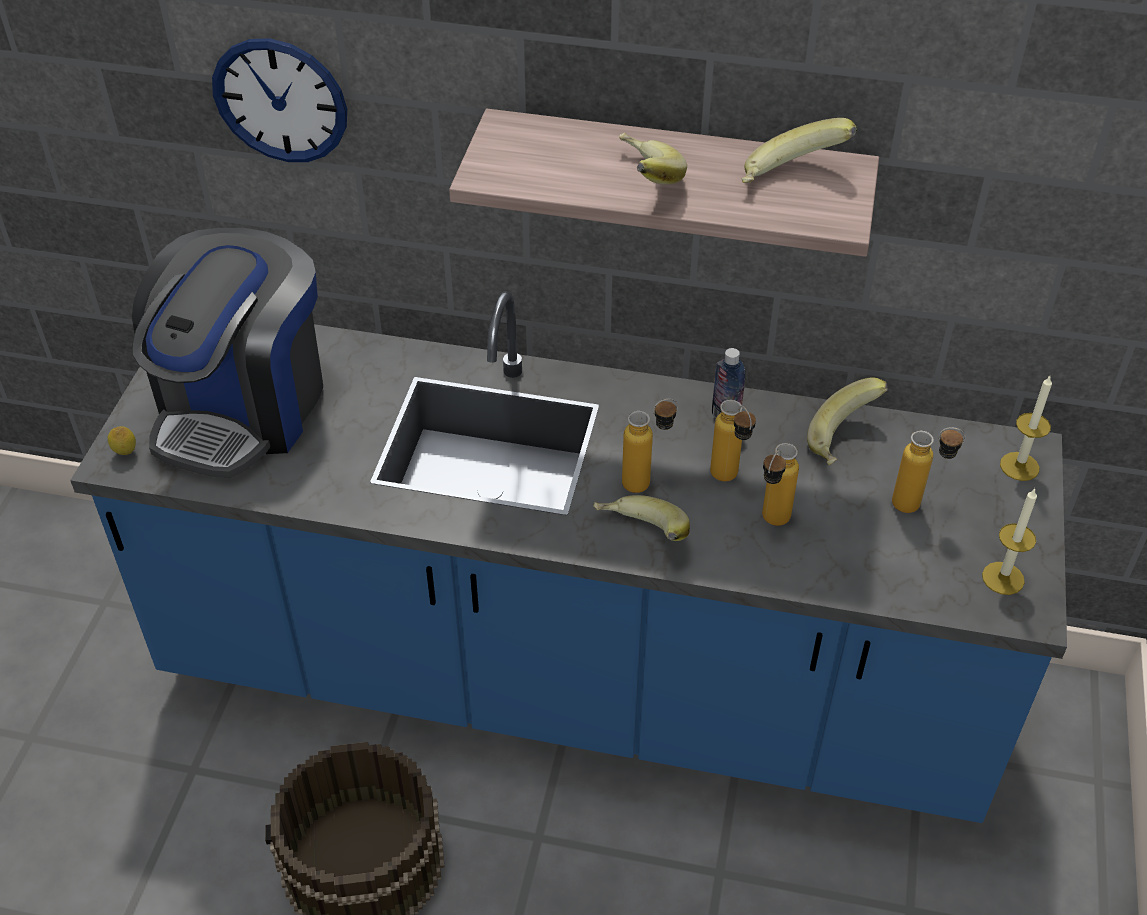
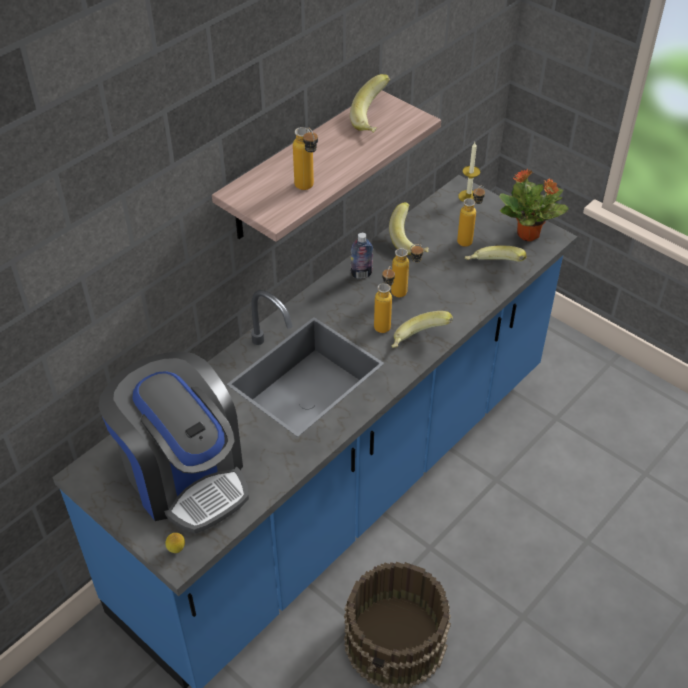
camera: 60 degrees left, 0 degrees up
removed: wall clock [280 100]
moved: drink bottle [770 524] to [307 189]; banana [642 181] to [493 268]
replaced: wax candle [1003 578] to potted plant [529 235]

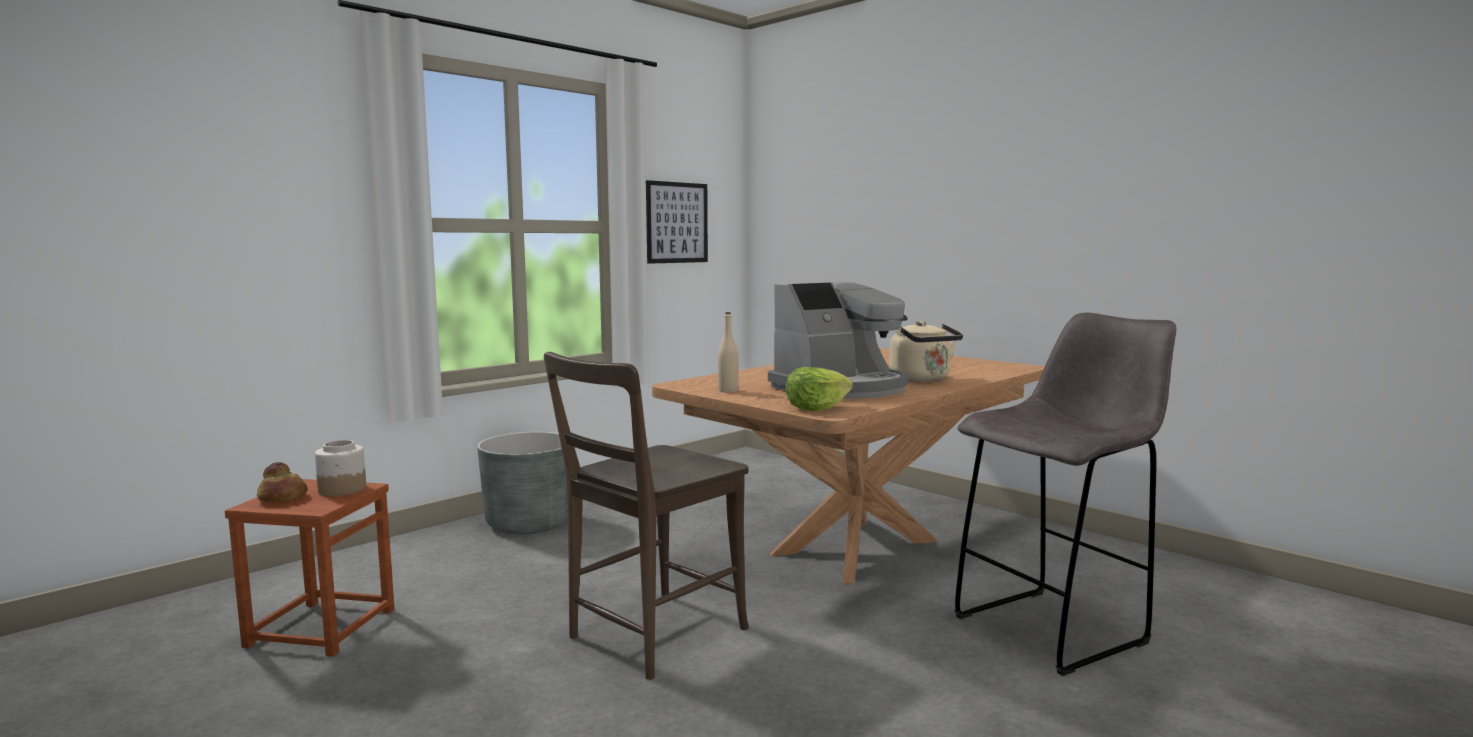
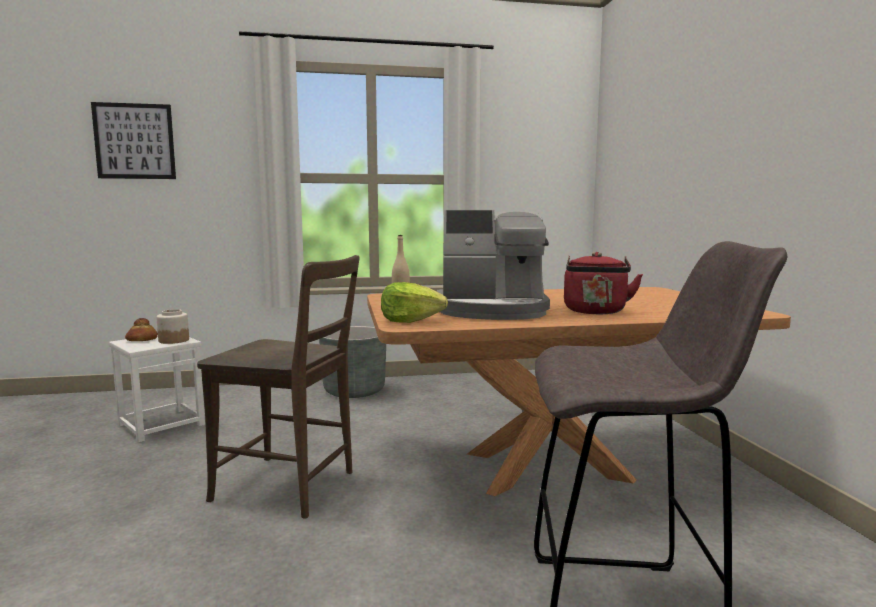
camera: 35 degrees right, 0 degrees up
moved: wall picture [677 222] to [134 141]
recoloured: brownish stool [321 627] to white-coloured stool [161 424]; sand-coloured water kettle [922 379] to red-coloured water kettle [595 312]
turned: brownish chair [650 636] = [291 487] 150 degrees counterclockwise

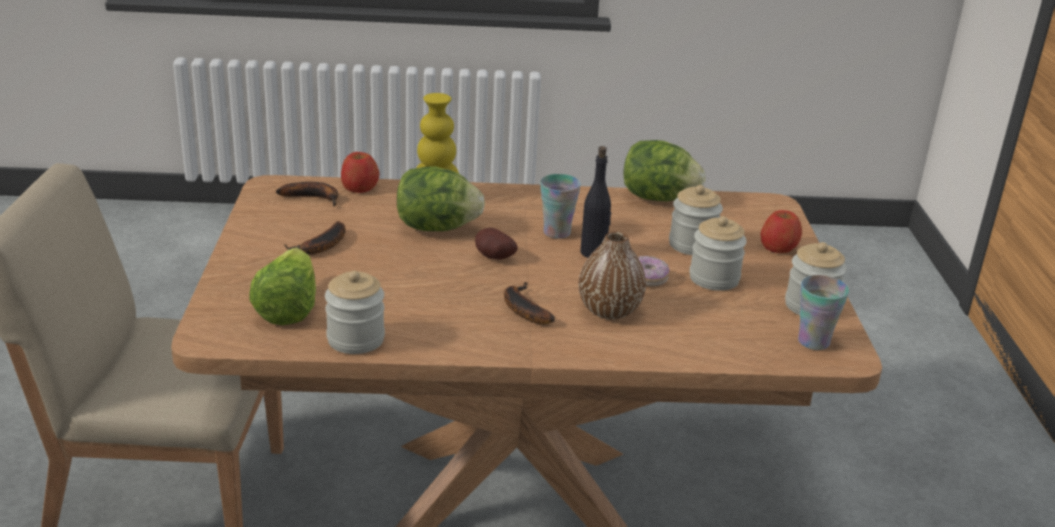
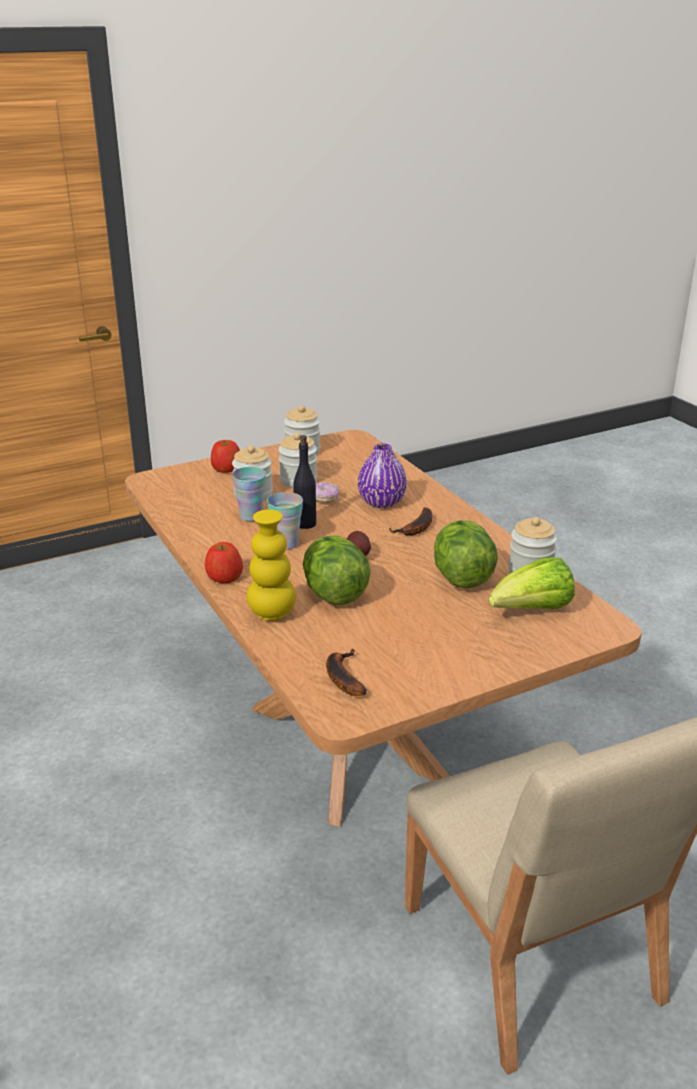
camera: 115 degrees left, 0 degrees up
removed: banana [322 246]
moved: apple [359 187] to [224 576]; small cup [813 342] to [251 516]; head of lettuce [658 198] to [461 577]
recoloured: brownish flower vase [609 310] to purple-coloured flower vase [381 502]

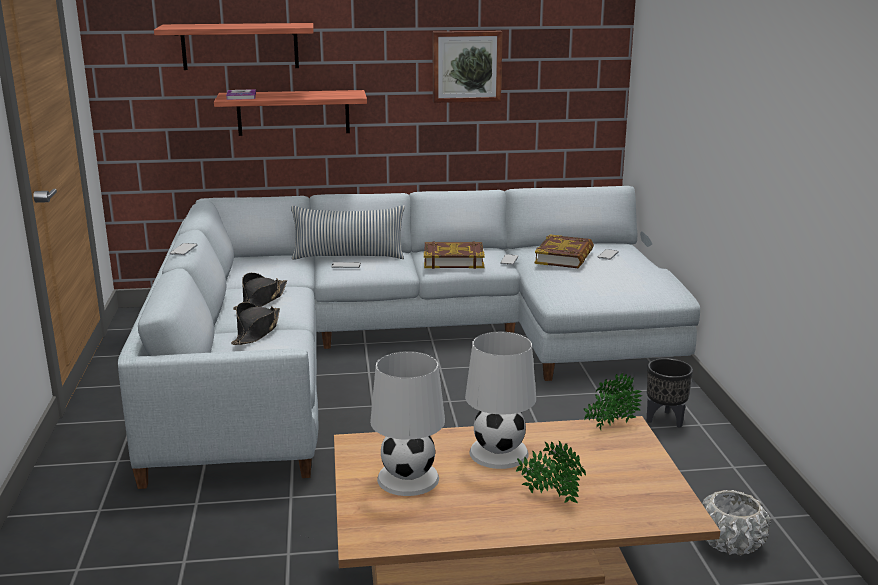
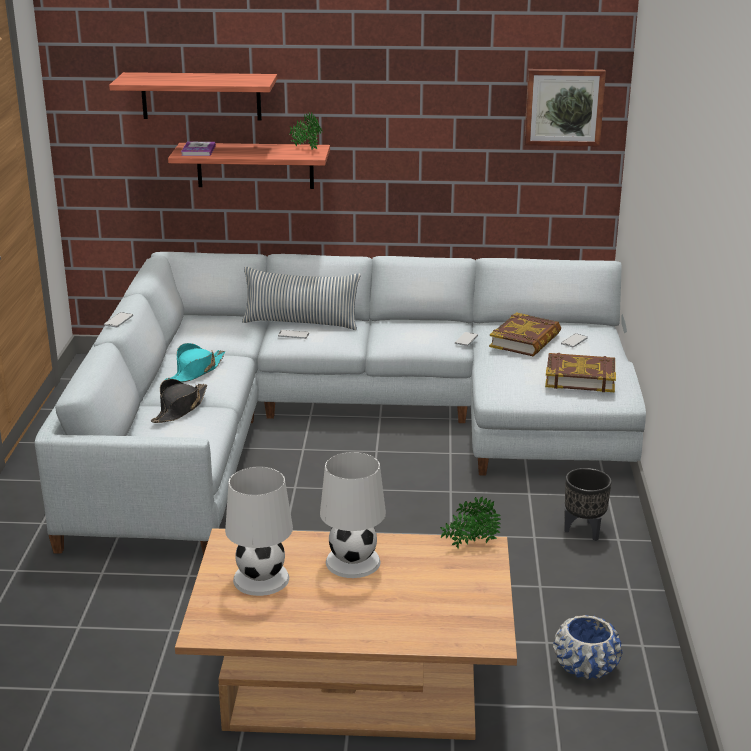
camera: 10 degrees right, 5 degrees up
moved: potted plant [550 496] to [306 148]; wall picture [466 66] to [564 107]; bound book [453 260] to [580 378]
recoloured: blackish hat [261 300] to blue-green hat [195 372]; white-coloured flower pot [729 543] to blue flower pot [585 666]

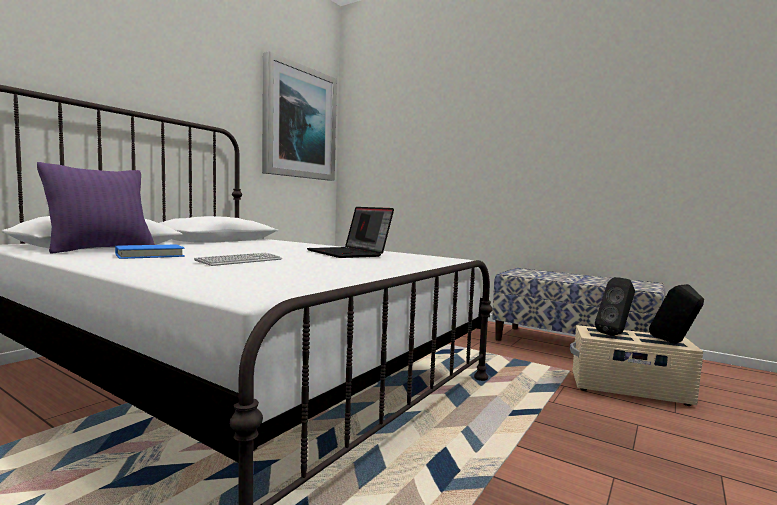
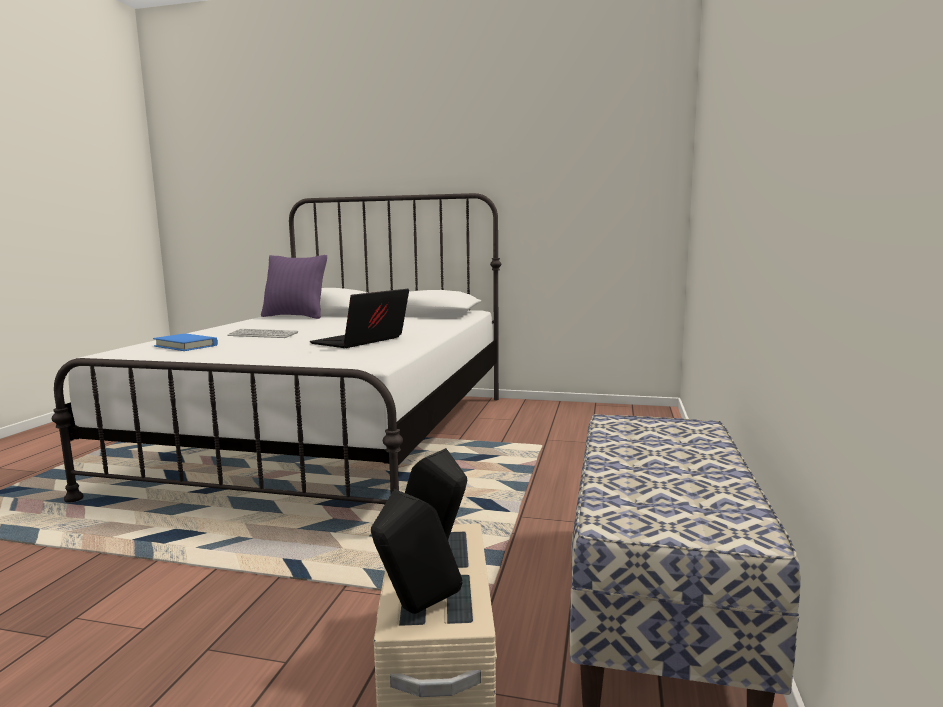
camera: 70 degrees right, 5 degrees up
removed: wall picture [299 123]
moved: blue bound book [150 255] to [186 346]

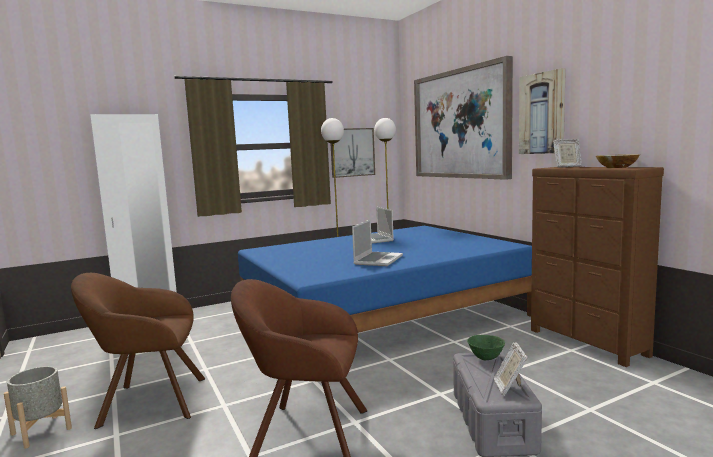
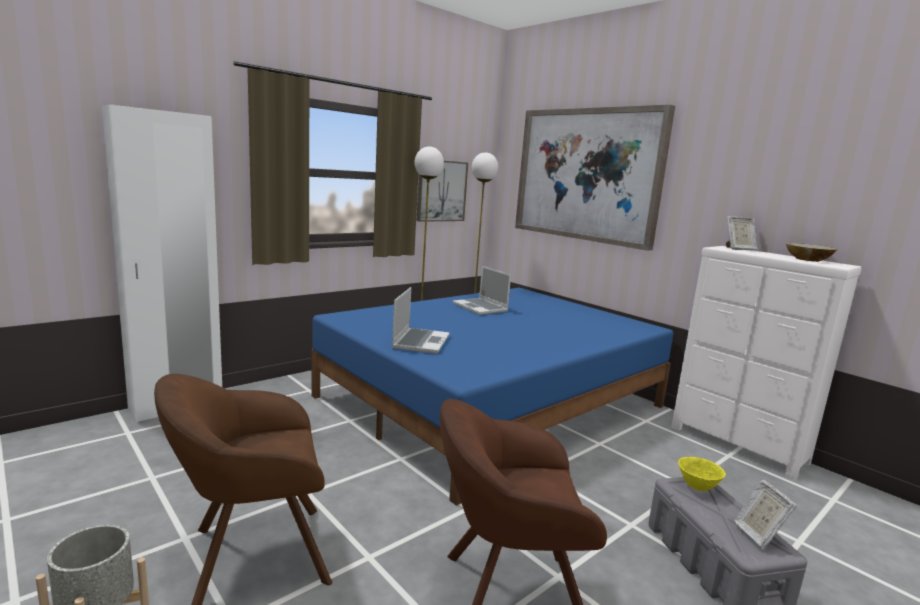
camera: 15 degrees left, 5 degrees up
removed: wall picture [542 113]
moved: notebook computer [378 260] to [420 342]
recoloured: brownish chest of drawers [586 343] to white-coloured chest of drawers [737 445]; green deep dish [485 358] to yellow-coloured deep dish [697 486]

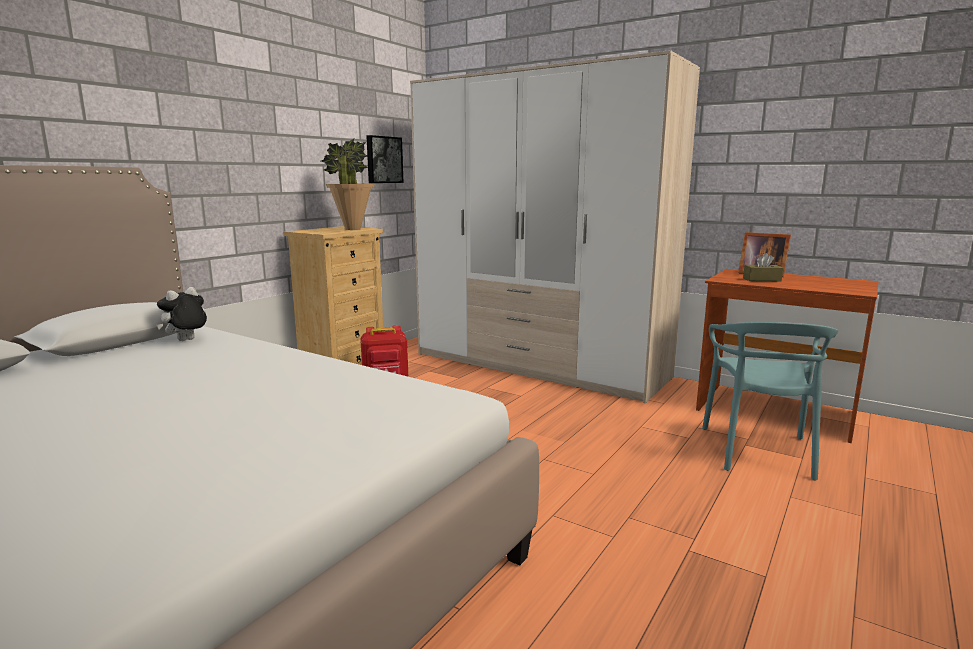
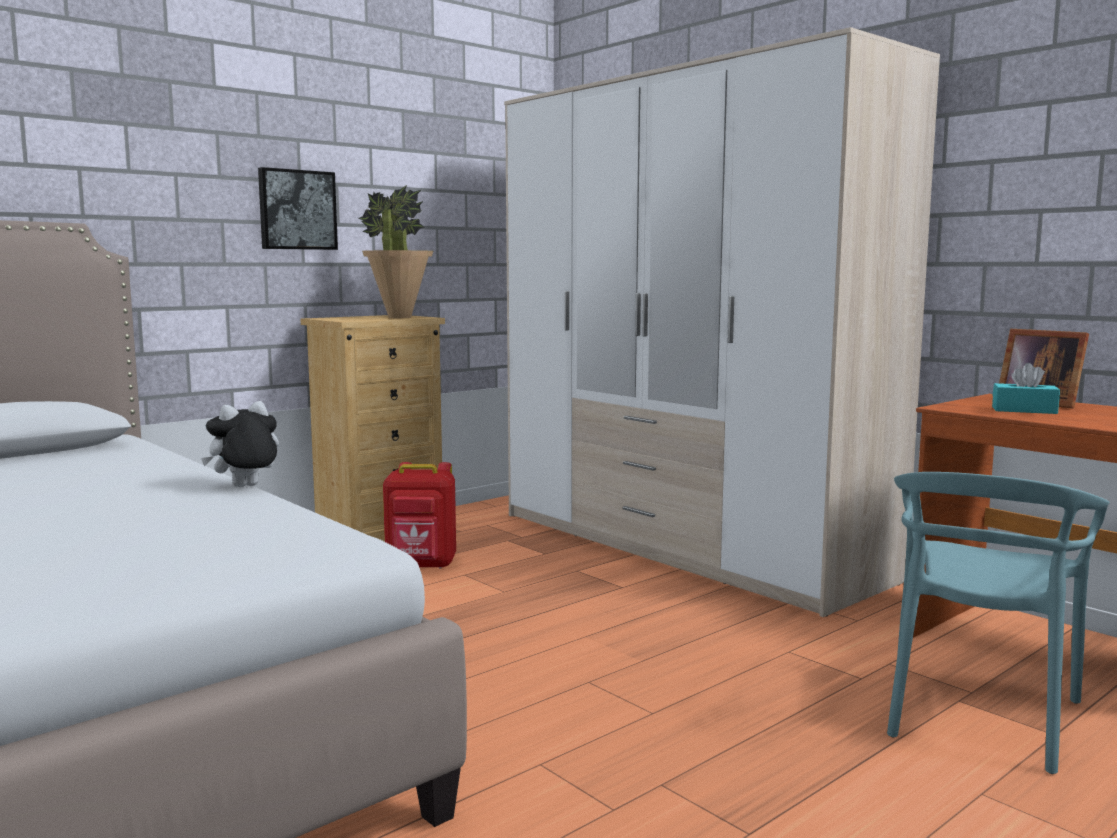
camera: 15 degrees right, 5 degrees down
moved: soft toy [186 341] to [245 487]; wall picture [383 160] to [297 210]
recoloured: brownish tissue box [762 279] to blue-green tissue box [1024 410]

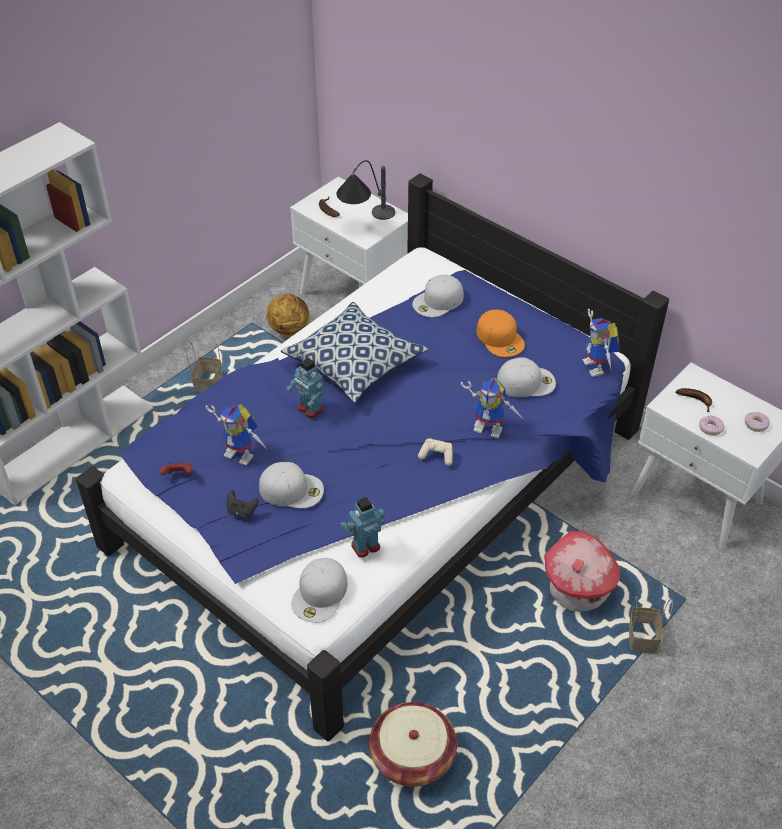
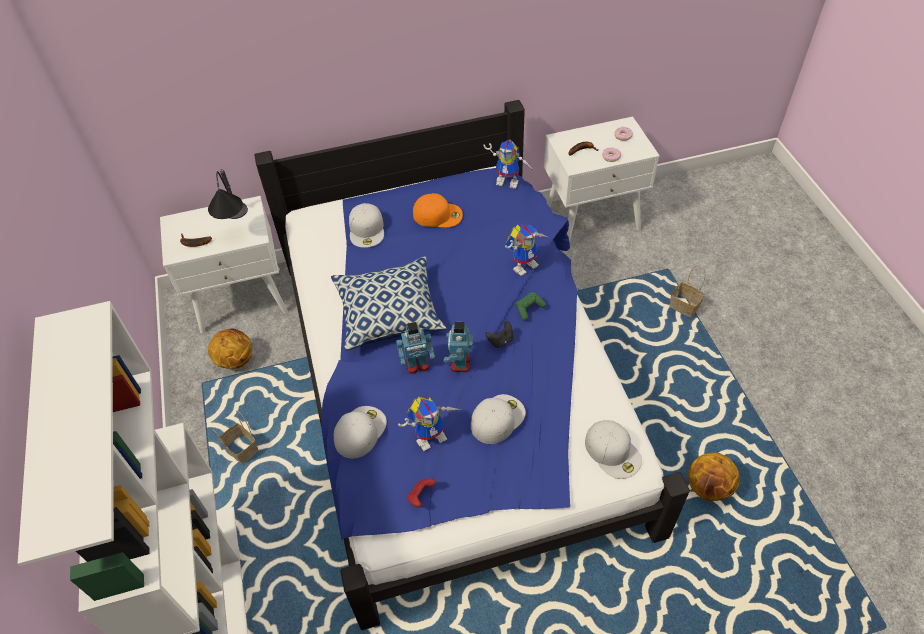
camera: 55 degrees left, 5 degrees up
removed: miniature house [578 589]
moved: white-coloured baseball cap [526 382] to [360 431]; toy robot [365 546] to [459 363]; blackish joypad [241 511] to [500 340]
replaced: basket [412 756] to ball for basketball [708 488]
recoloured: sand-coloured joypad [437 456] to green joypad [529 309]

